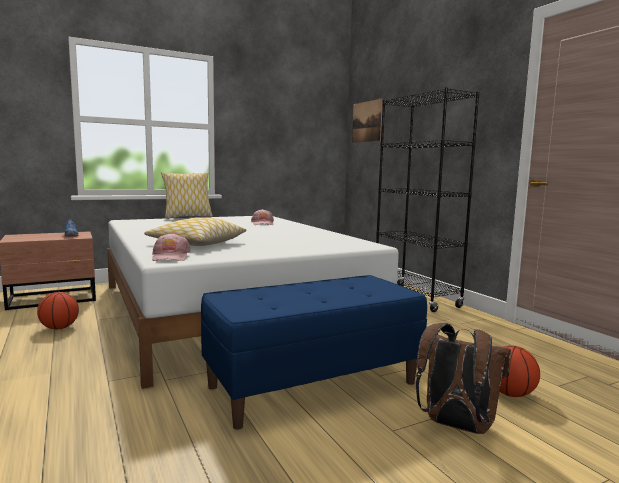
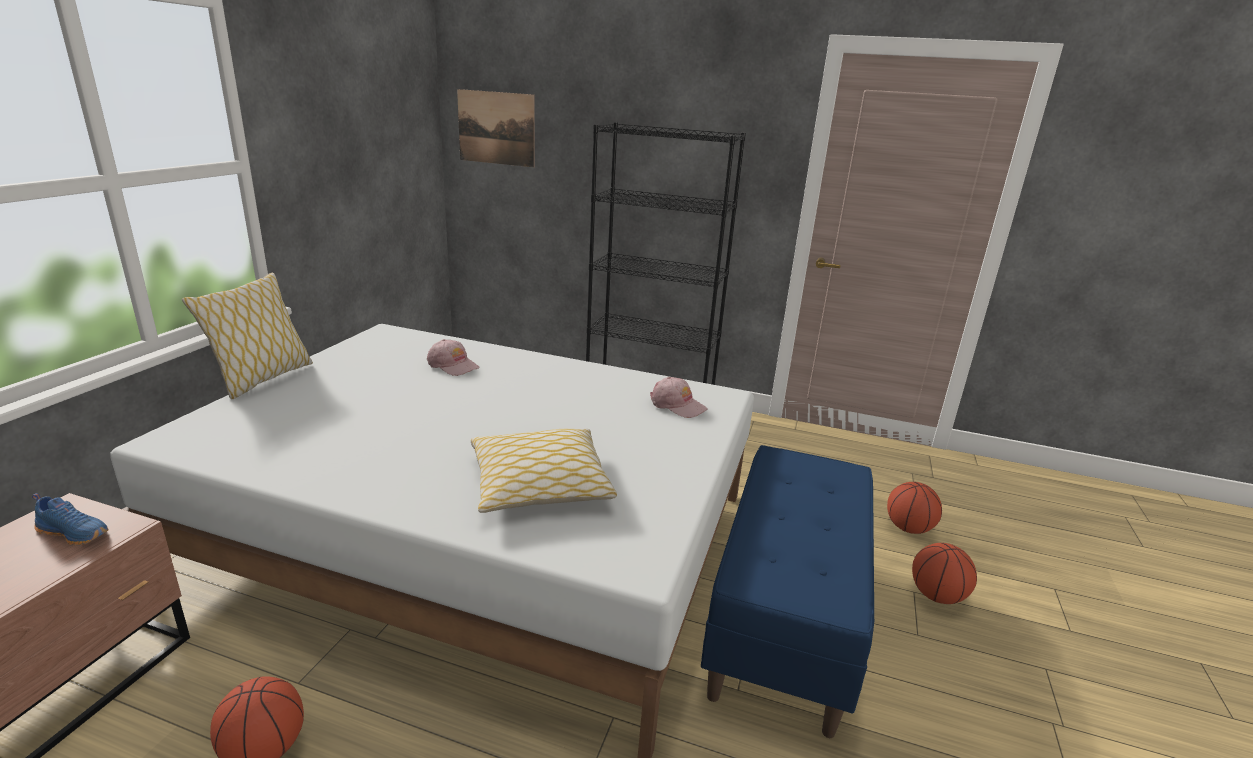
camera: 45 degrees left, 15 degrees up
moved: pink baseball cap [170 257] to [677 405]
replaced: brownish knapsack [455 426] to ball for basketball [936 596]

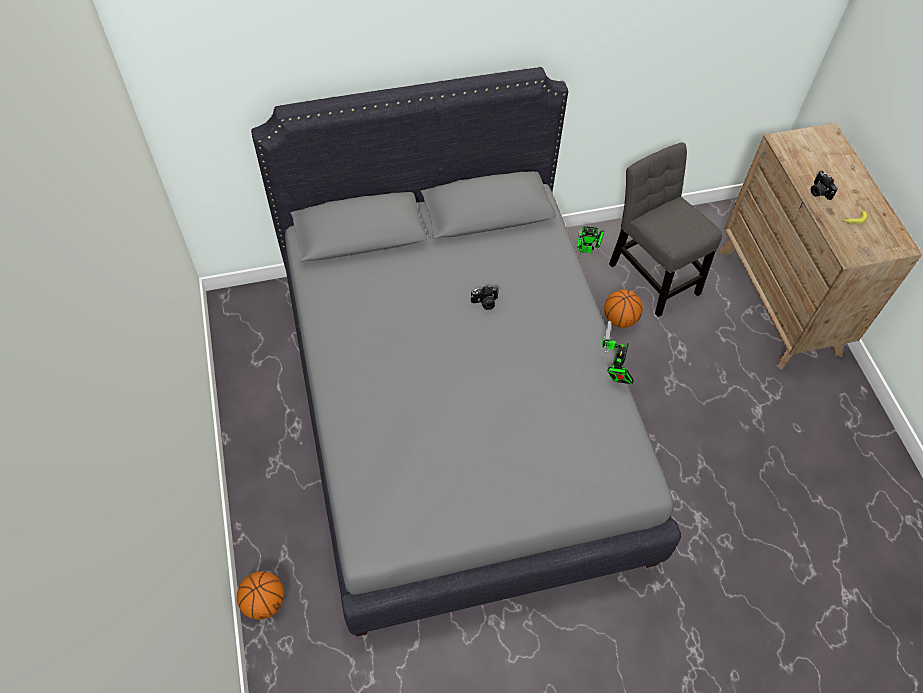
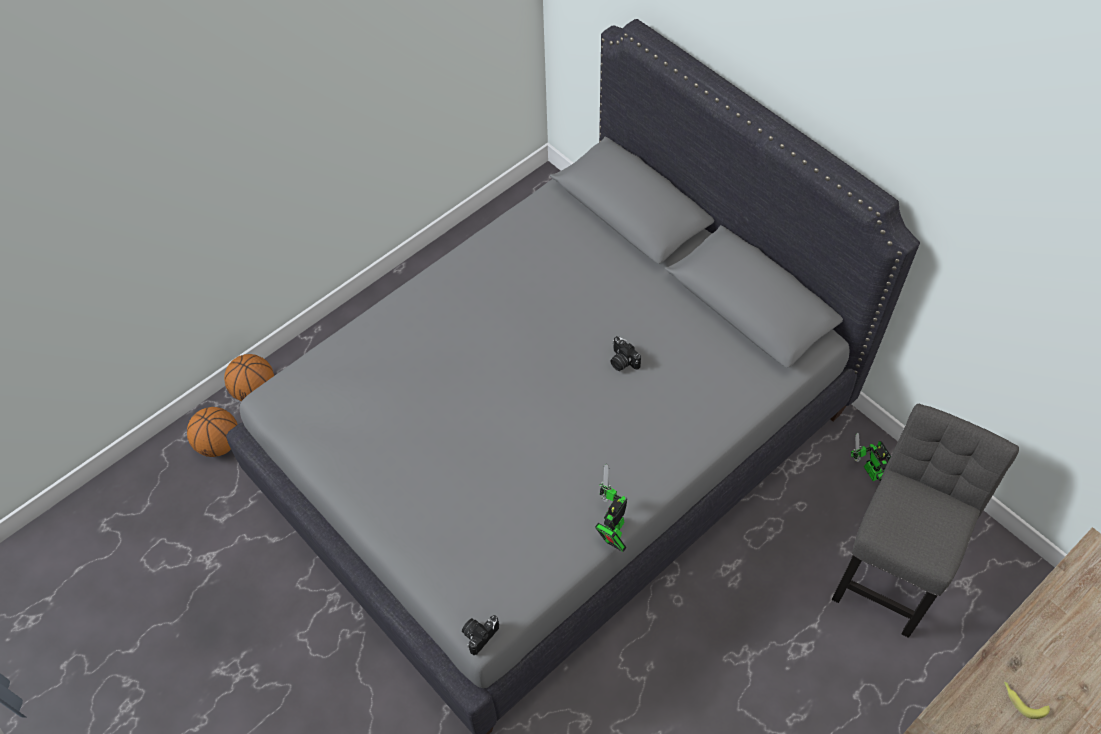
camera: 65 degrees right, 0 degrees up
moved: ball for basketball [620 319] to [219 444]; still camera [818 191] to [479 634]
turned: toy robot [614 373] = [612 531] 45 degrees counterclockwise

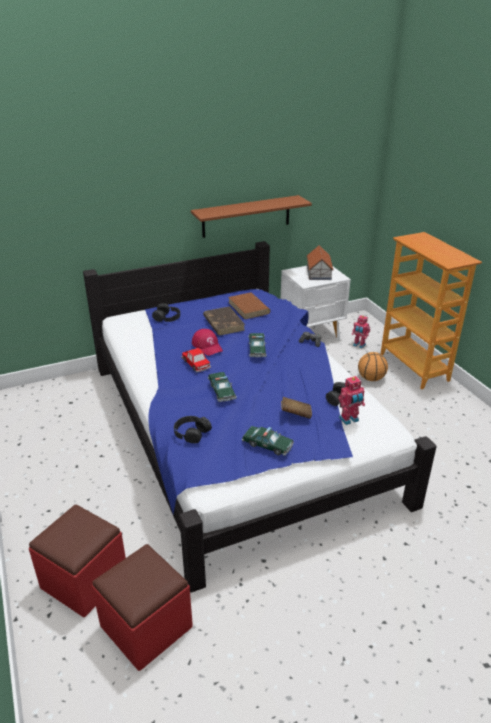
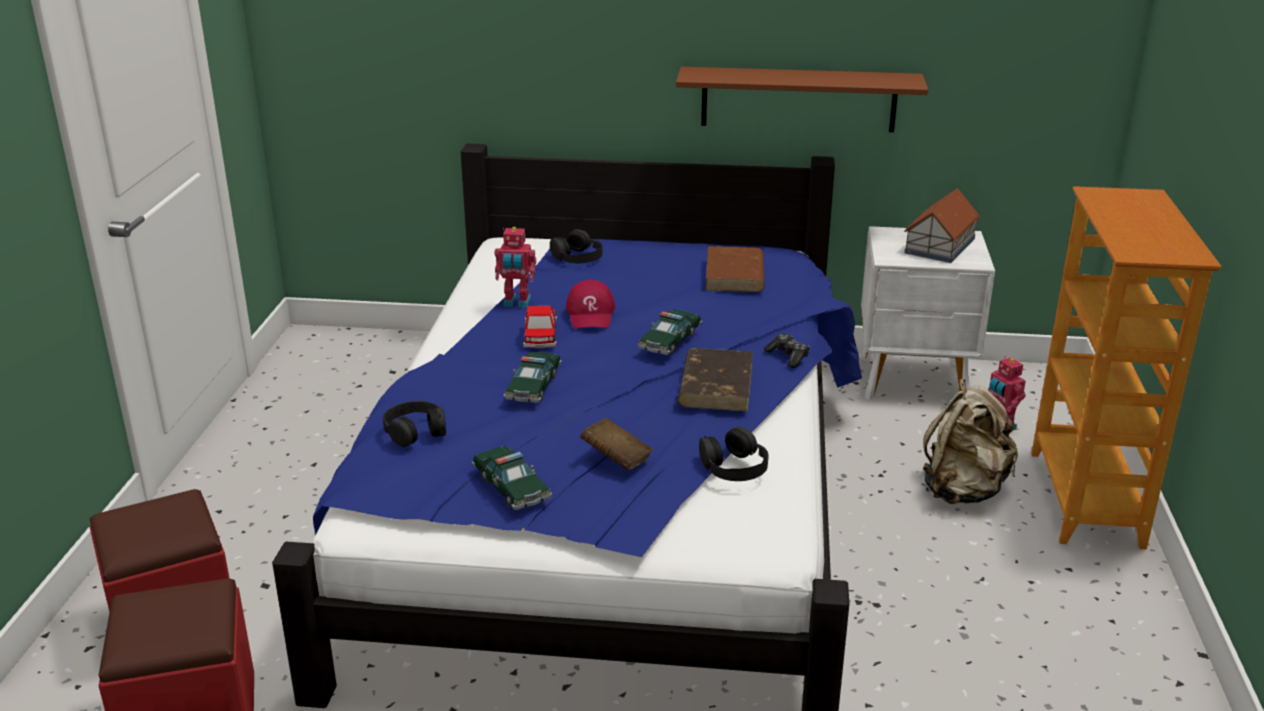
camera: 30 degrees right, 5 degrees down
moved: toy robot [349 420] to [517 303]; brownish bound book [223 323] to [716 384]
replaced: ball for basketball [370 378] to sand-coloured knapsack [963 490]

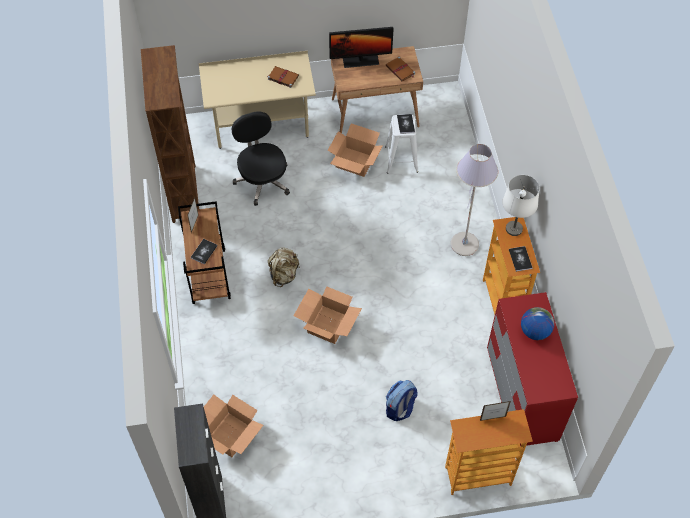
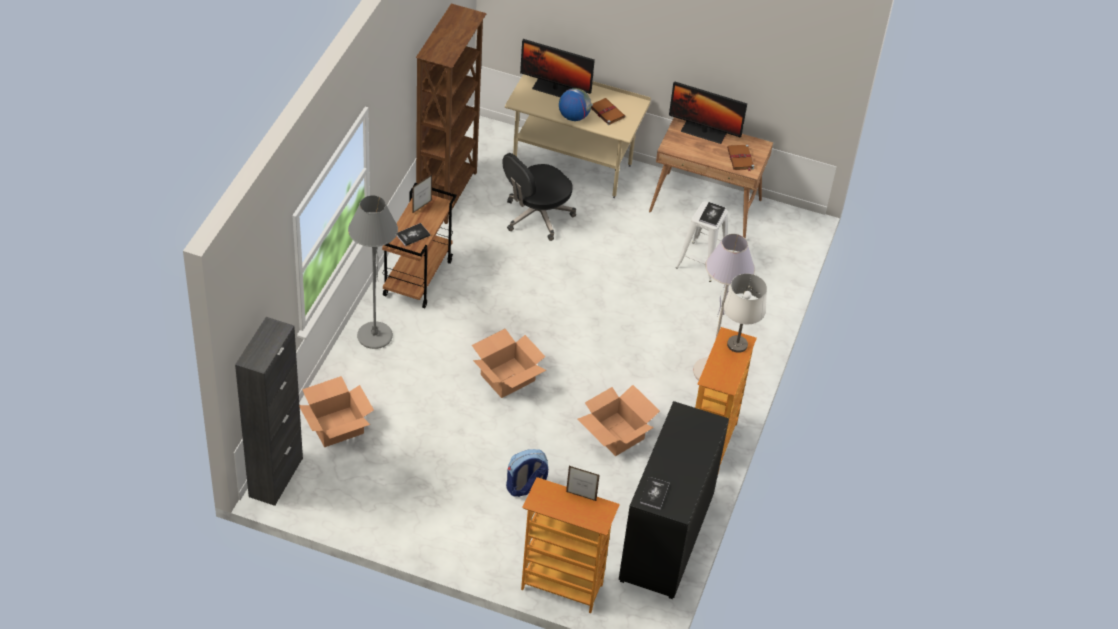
camera: 25 degrees right, 10 degrees down
removed: sand-coloured knapsack [284 274]
added: grey standing lamp [375 336]; computer display [555 89]
moved: desk globe [534 331] to [573 116]; cardboard box [355 162] to [616 434]; bound book [520 259] to [654 493]
recoloured: red-coloured chest of drawers [522 394] to blackish chest of drawers [666 537]
turned: blackish desk chair [262 180] = [536 216] 135 degrees counterclockwise

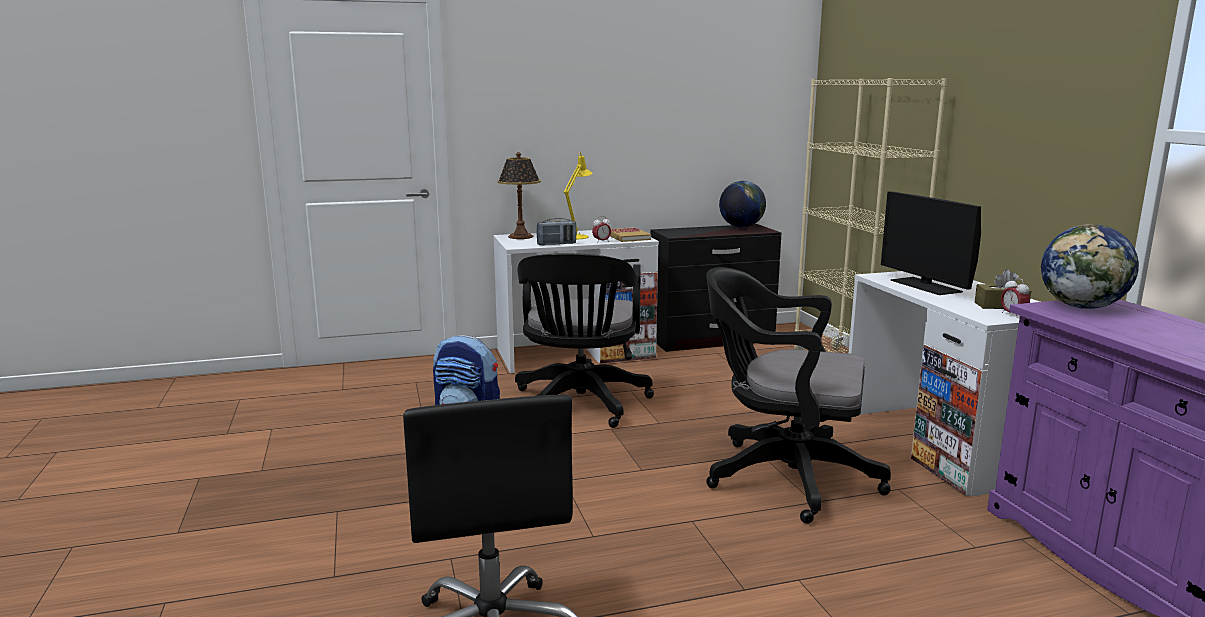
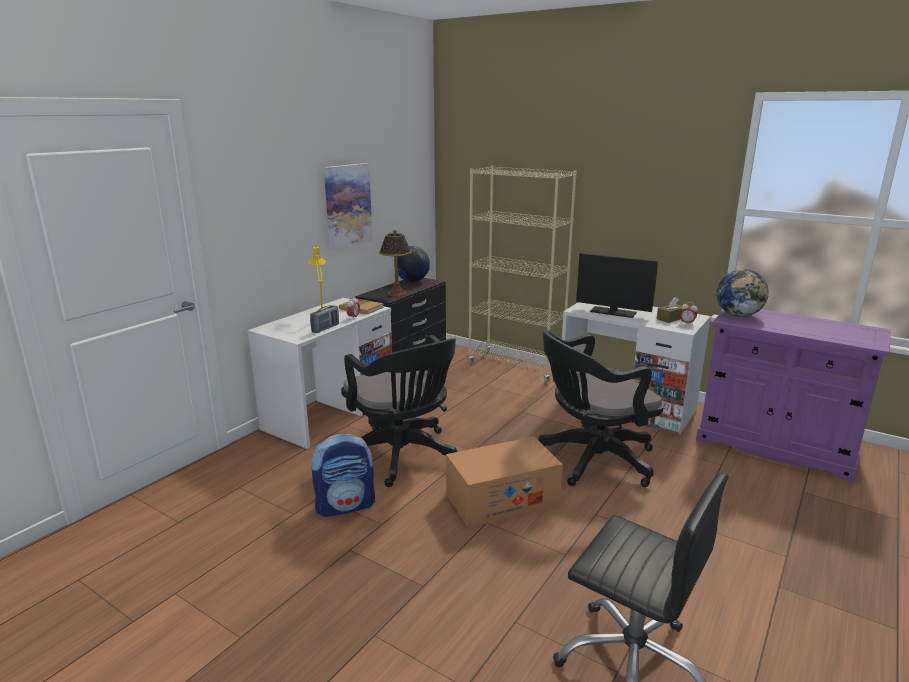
camera: 40 degrees left, 5 degrees up
added: wall picture [347 205]; cardboard box [502 499]
moved: tabletop lamp [520 236] to [396 293]

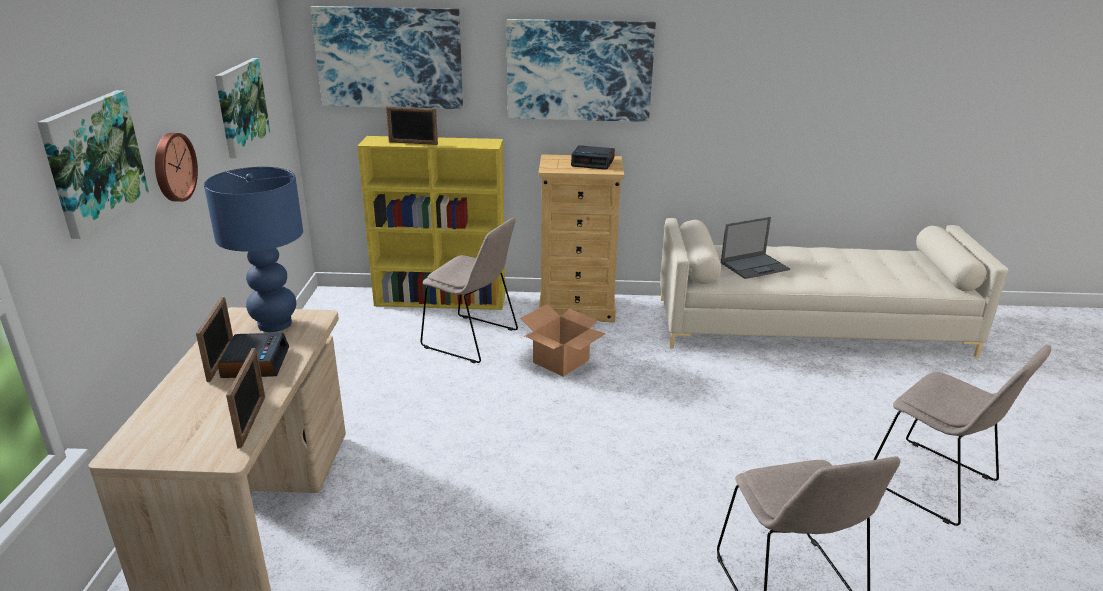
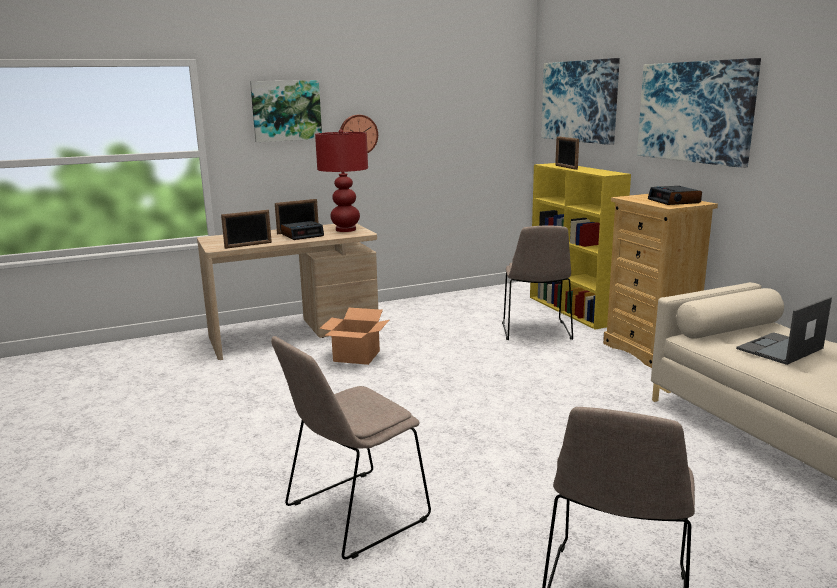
camera: 65 degrees right, 10 degrees down
removed: wall picture [240 106]
moved: cardboard box [561 361] to [357 356]
recoloured: blue tabletop lamp [274 324] to red-coloured tabletop lamp [346 230]
turned: notebook computer [755 266] = [779 349] 105 degrees clockwise

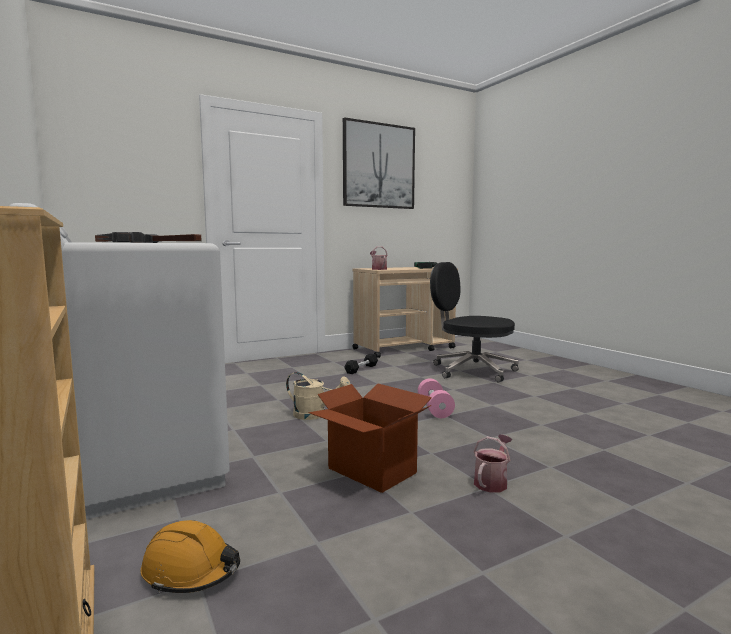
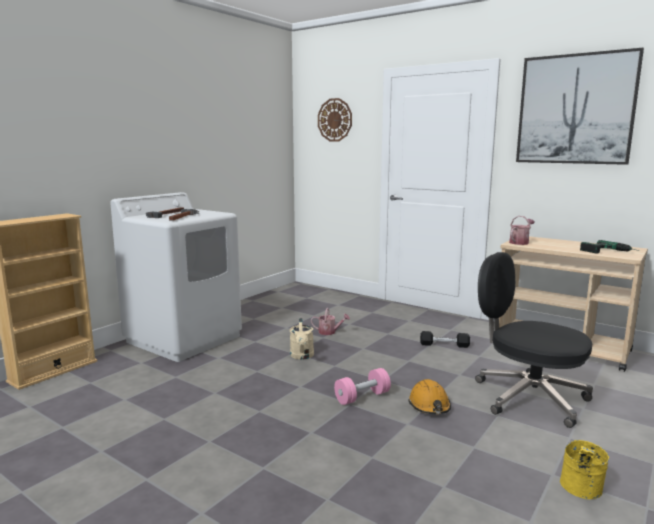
camera: 65 degrees right, 5 degrees up
removed: cardboard box [371 471]
added: wall clock [335 120]; yellow-coloured pail [581 491]
moved: watering pot [492 481] to [329 332]; orange hard hat [191 571] to [429 406]
turned: blackish desk chair [471 370] = [528 397] 60 degrees counterclockwise

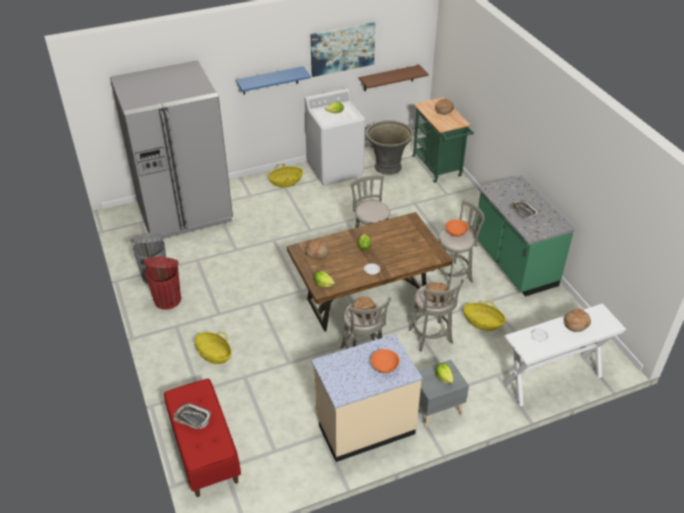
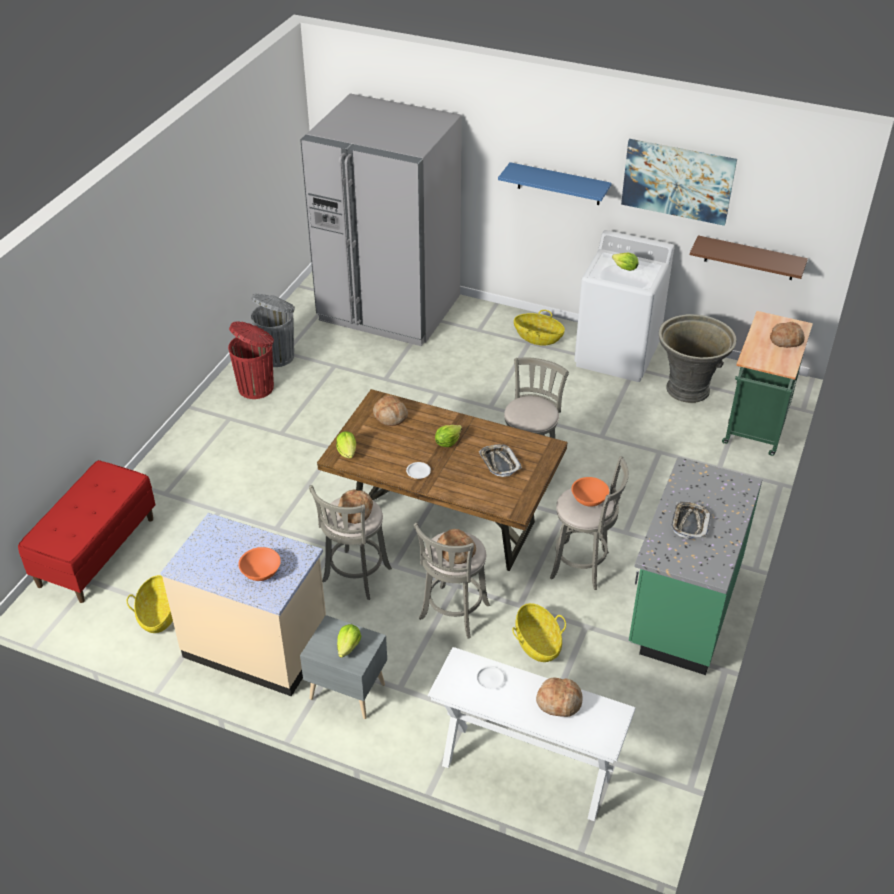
camera: 45 degrees right, 0 degrees up
moved: basket [214 354] to [158 615]; carrying tray [192 418] to [499 463]

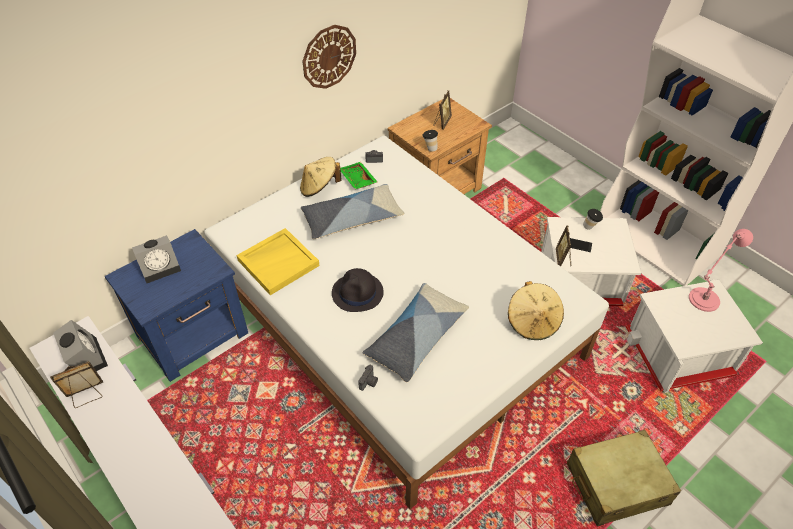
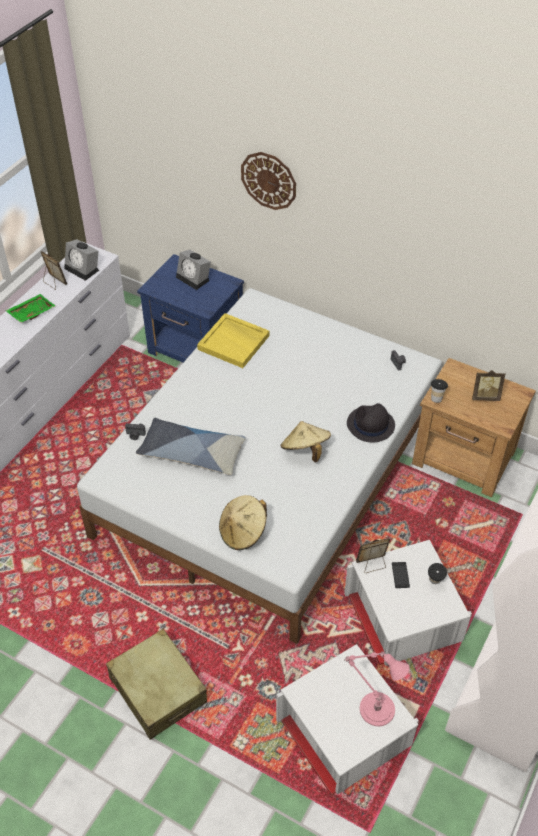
camera: 70 degrees right, 0 degrees up
removed: cushion [352 218]
moved: green carrying tray [357 180] to [31 312]; wall clock [329 56] to [269 180]; sand-coloured hat [319 187] to [305 450]; blackish hat [358 293] to [370 425]
turned: table clock [85 357] = [83 269] 90 degrees clockwise

